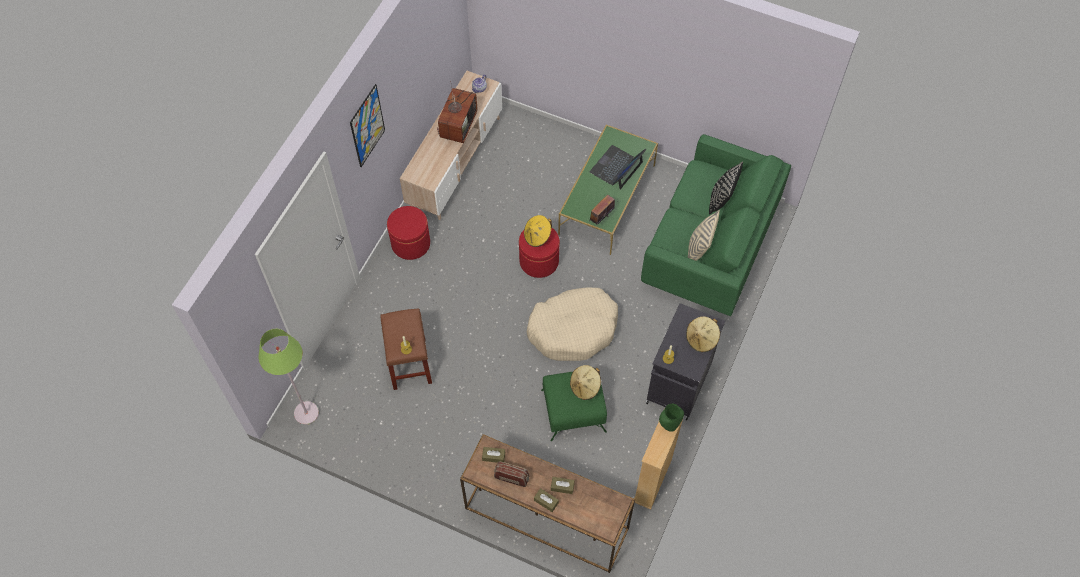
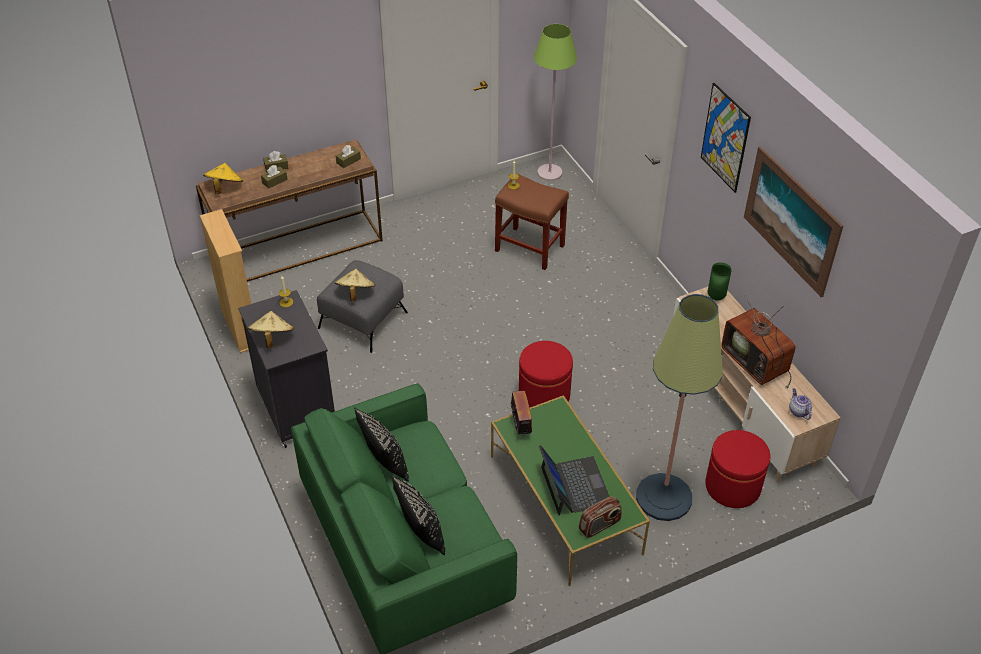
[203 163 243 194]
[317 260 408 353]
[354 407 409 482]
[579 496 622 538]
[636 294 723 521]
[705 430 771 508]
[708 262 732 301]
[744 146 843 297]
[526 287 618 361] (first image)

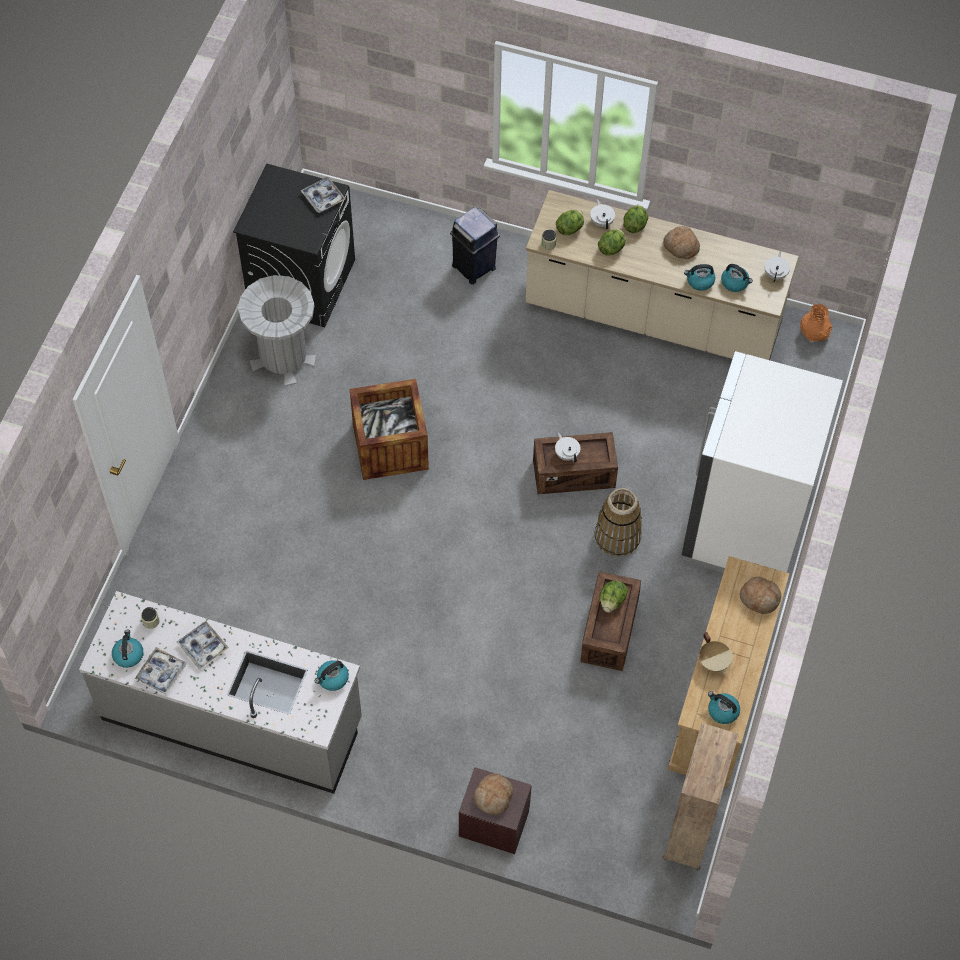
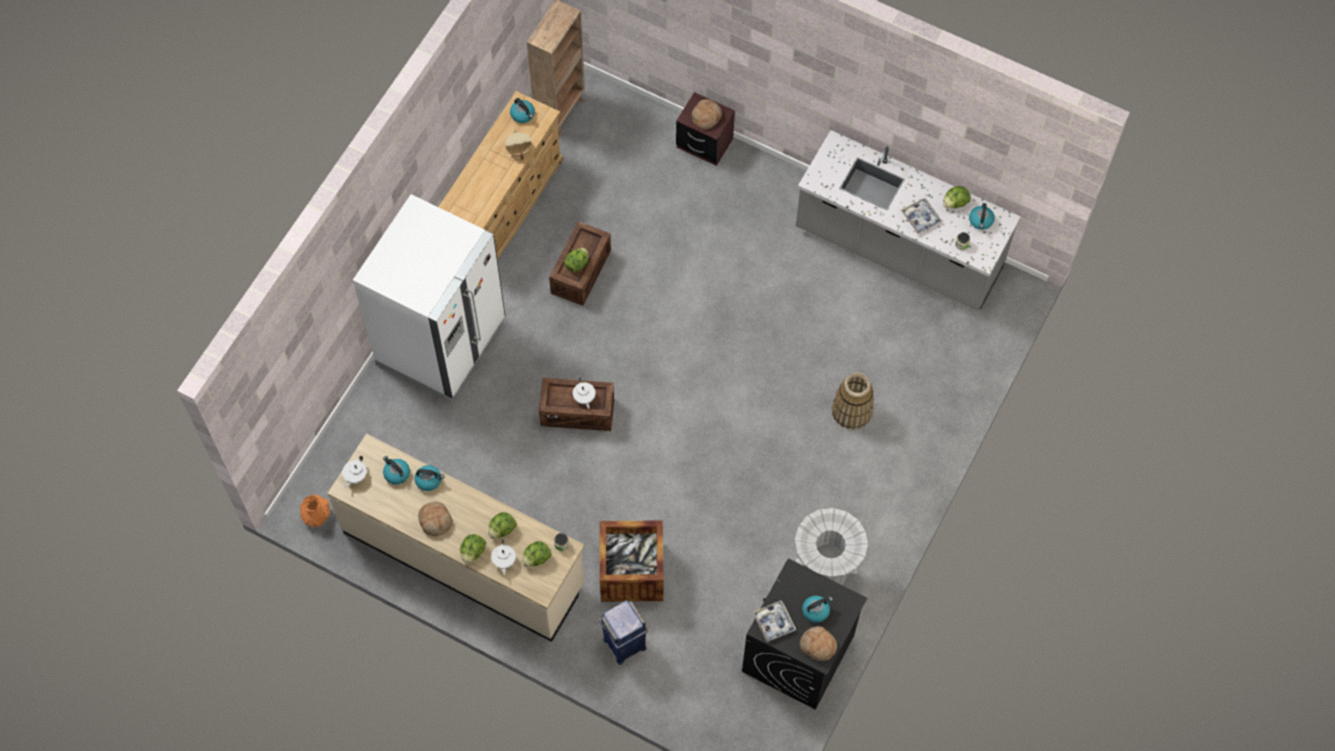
[600 520 664 602]
[800 626 837 661]
[802 595 833 623]
[832 373 874 430]
[943 186 971 208]

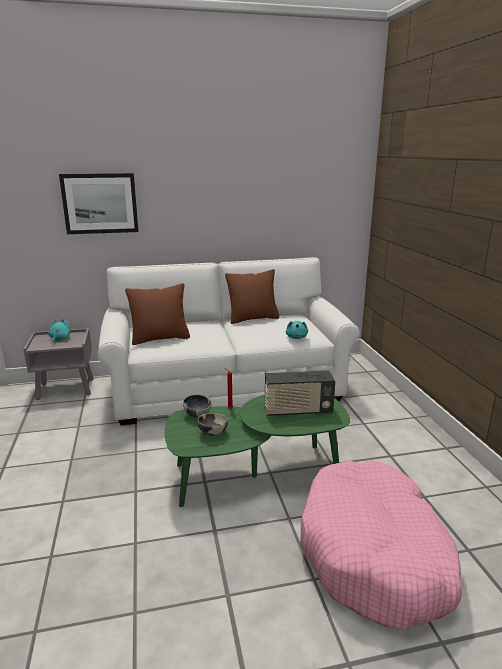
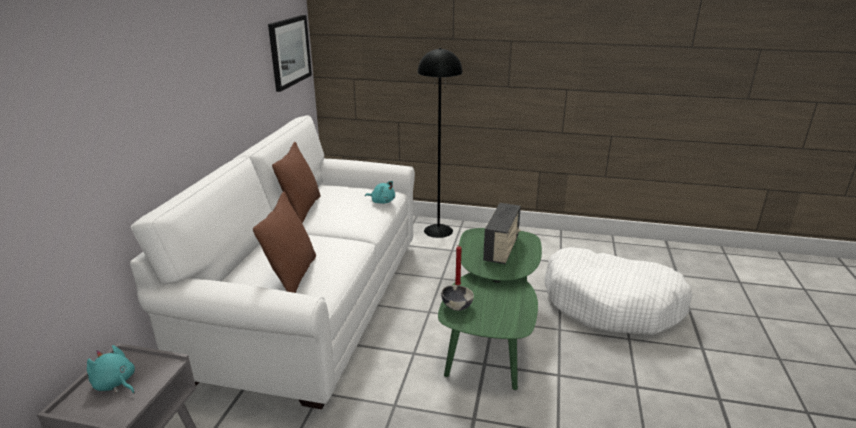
[268 15 312 92]
[418 48 463 238]
[545 247 693 335]
[197 413 228 436] (first image)

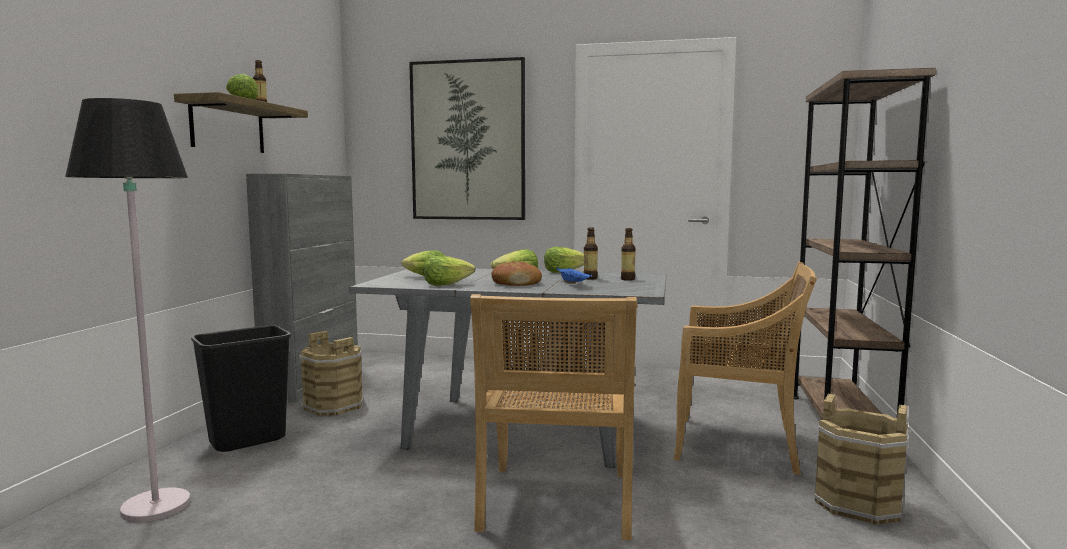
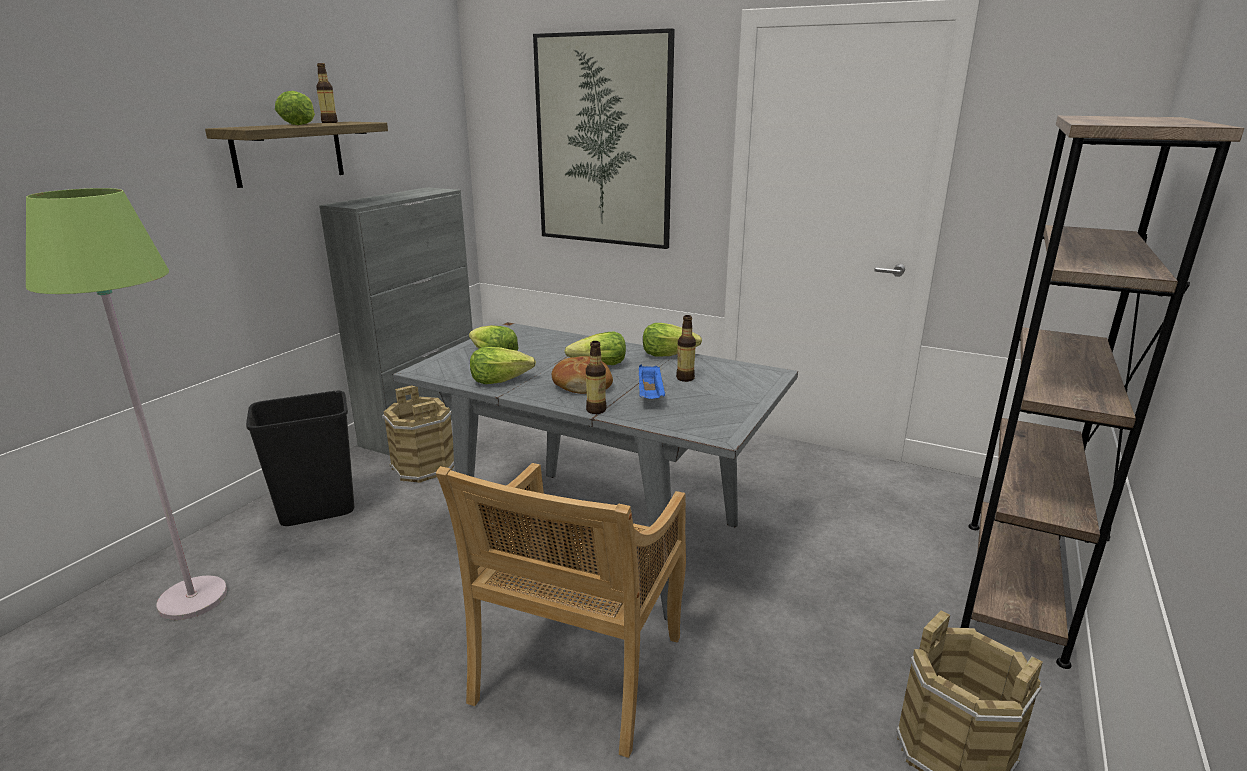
[26 188 227 620]
[586 341 607 414]
[673 261 817 475] (first image)

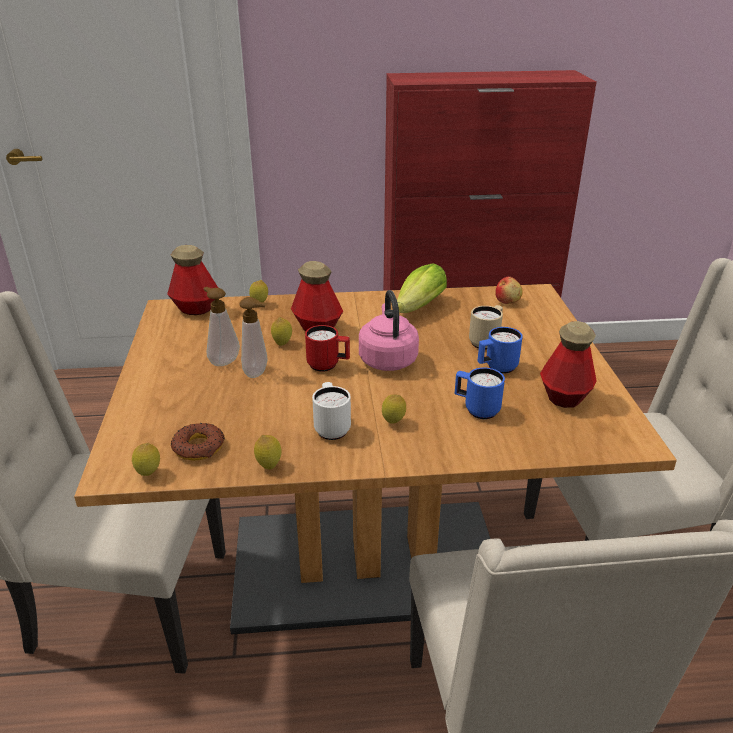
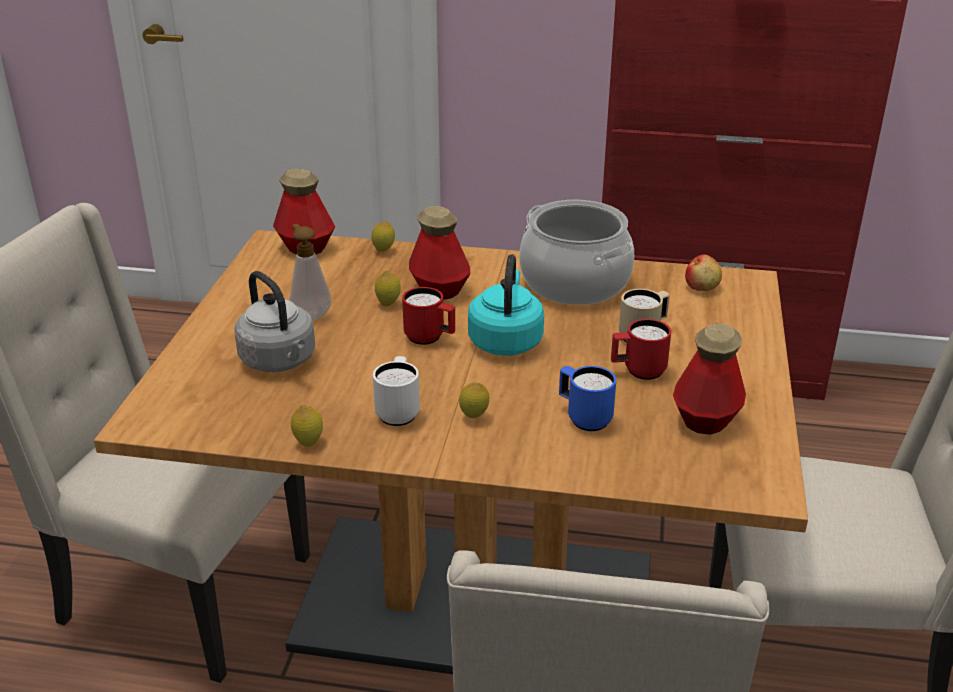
[234 271 315 372]
[468 254 544 356]
[519 200 634 305]
[611 319 671 380]
[132 443 160 476] (first image)
[171 423 225 461] (first image)
[239 297 268 378] (first image)

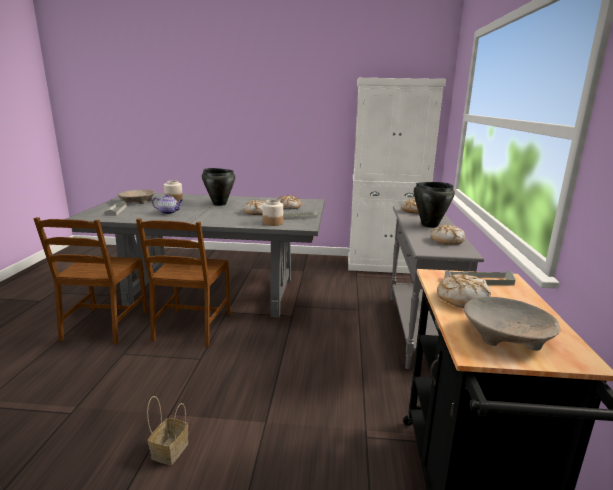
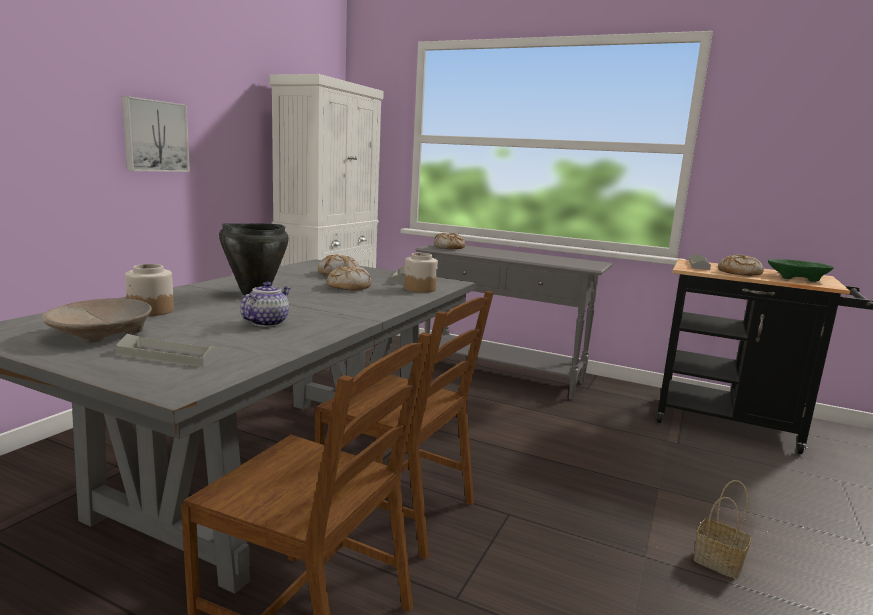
[121 96 190 172]
[768 259 834 282]
[414 182 455 228] (first image)
[430 225 465 245] (first image)

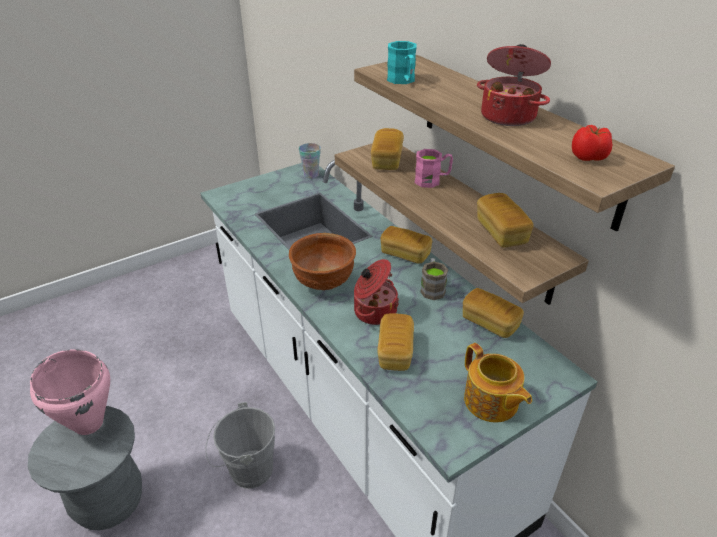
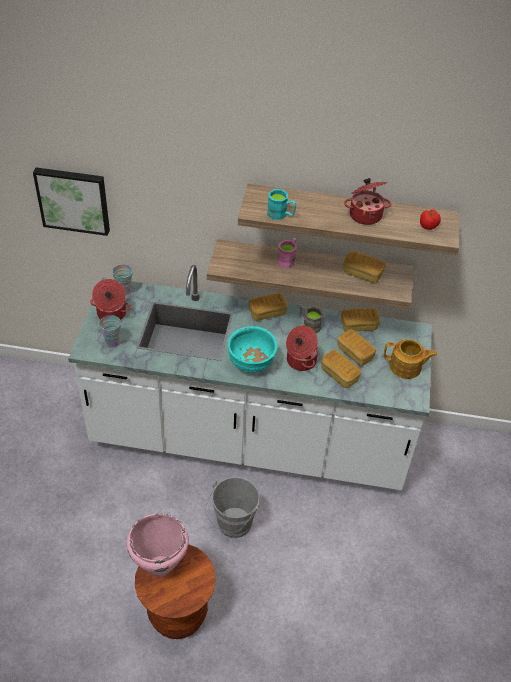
[33 168 110 236]
[90 279 131 320]
[99 315 121 348]
[135 544 216 639]
[228 326 278 373]
[338 329 376 367]

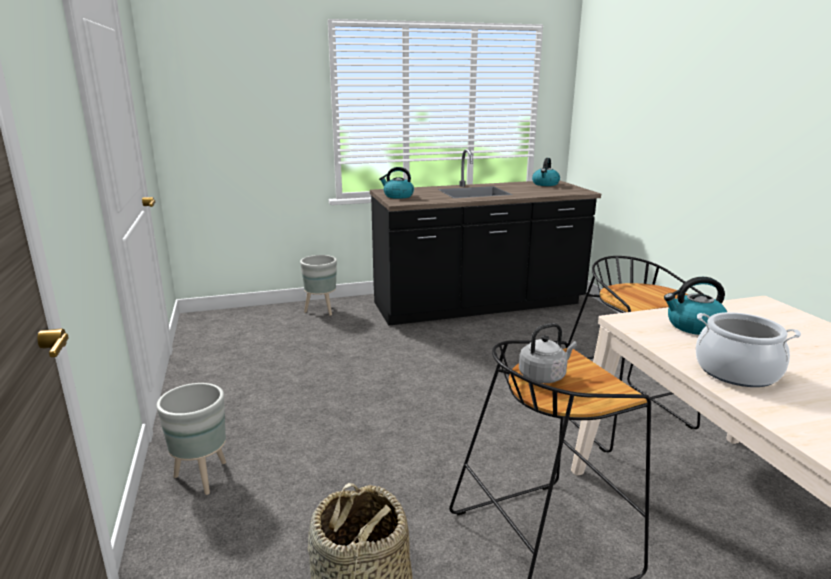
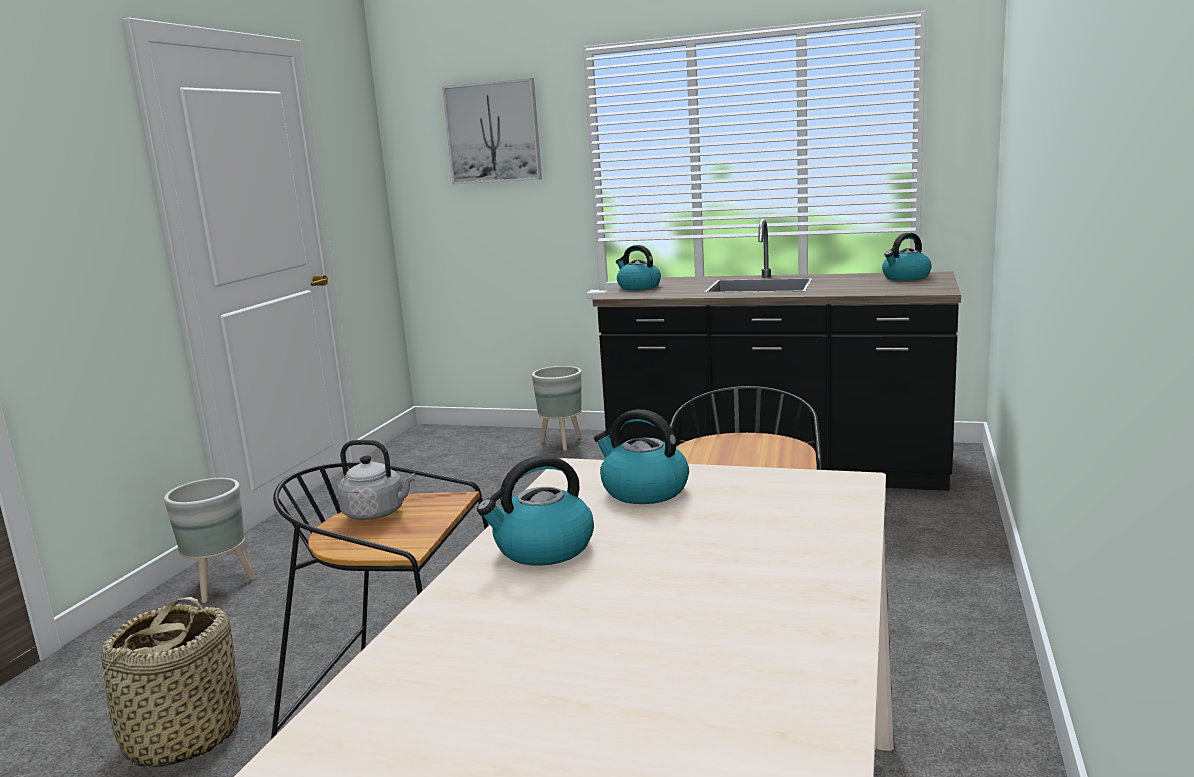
[442 78 542 184]
[477 455 594 566]

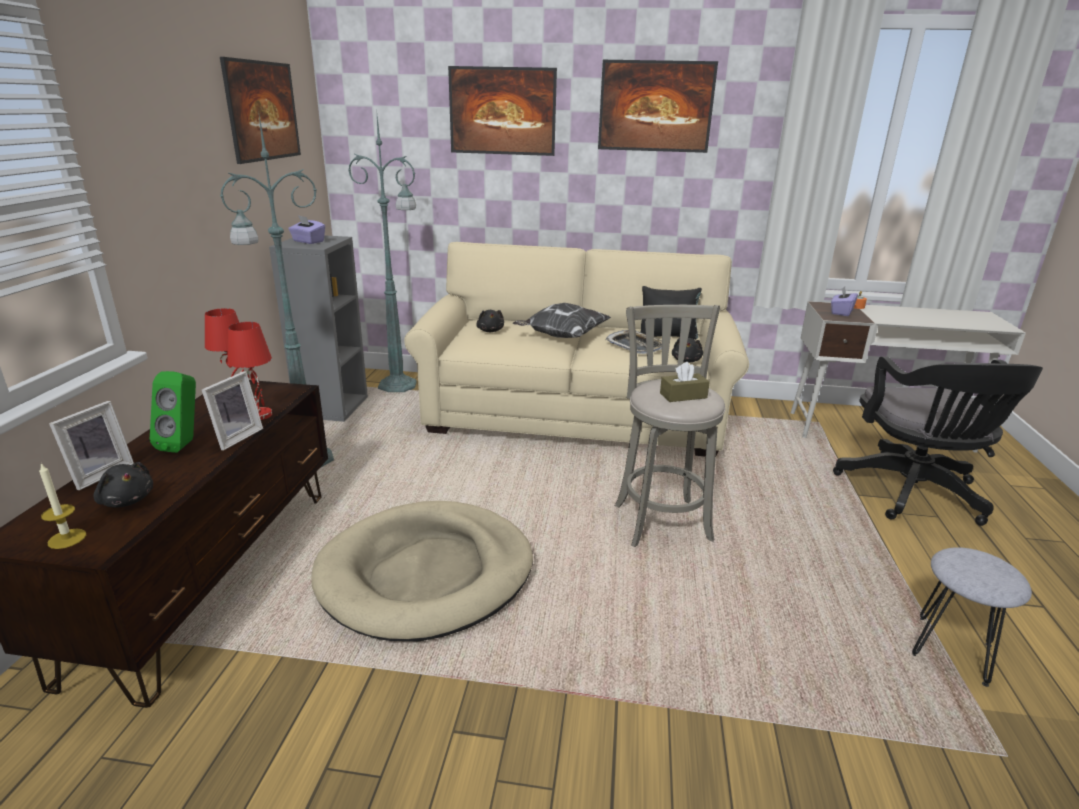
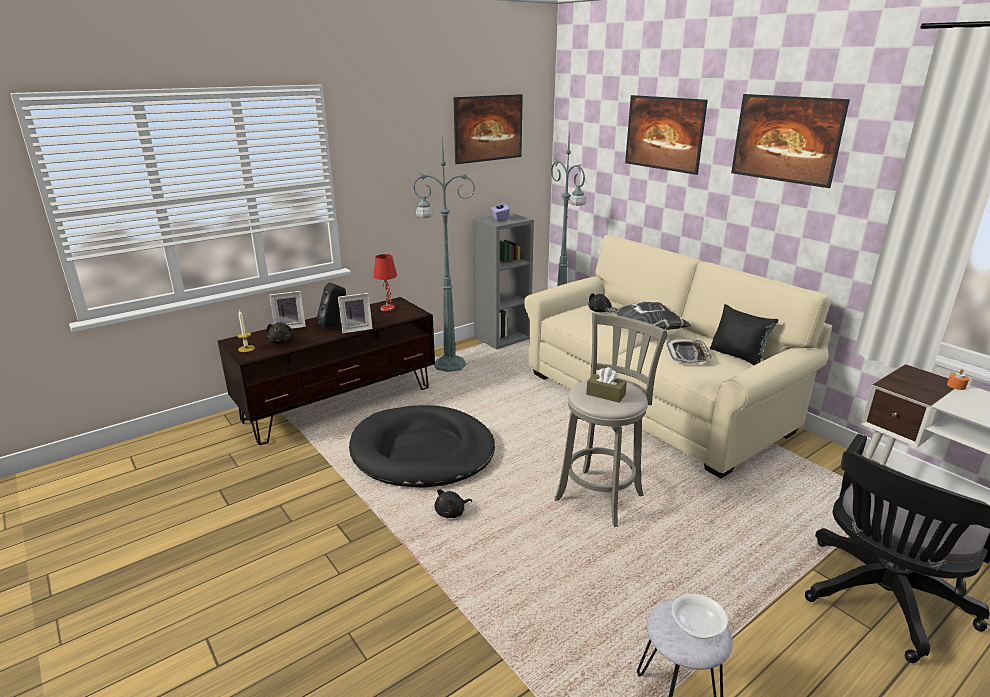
[317 282 346 327]
[349 405 495 488]
[434 489 472 518]
[672 594 728 639]
[227 322 272 420] (first image)
[831 286 858 316] (first image)

